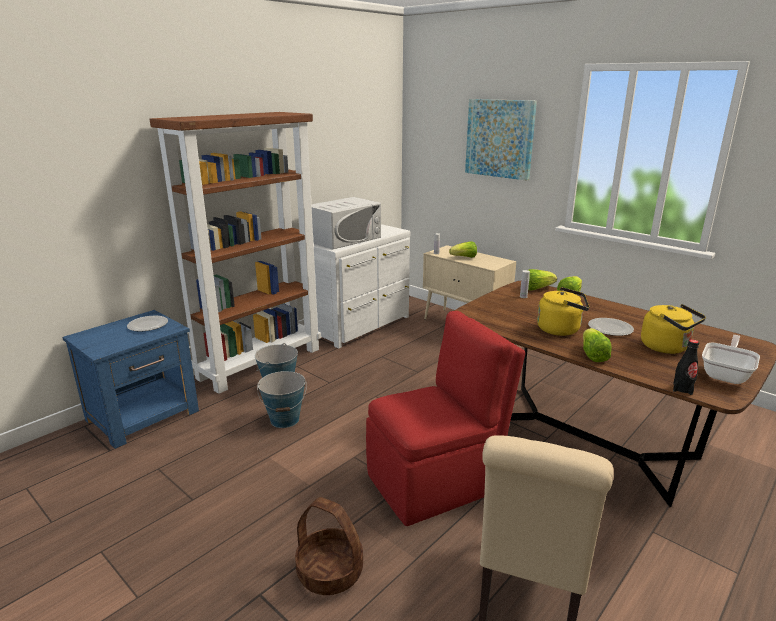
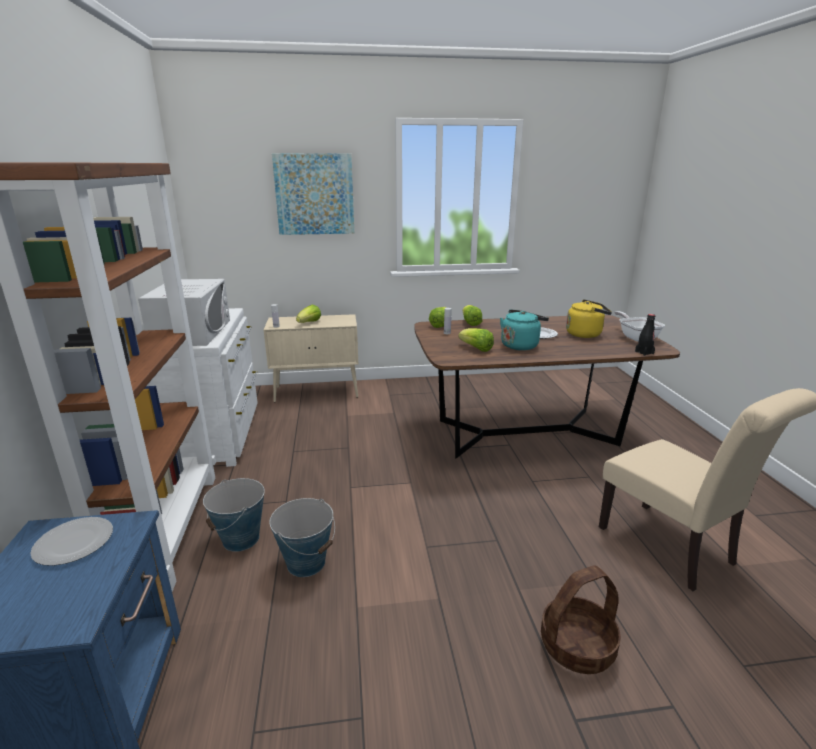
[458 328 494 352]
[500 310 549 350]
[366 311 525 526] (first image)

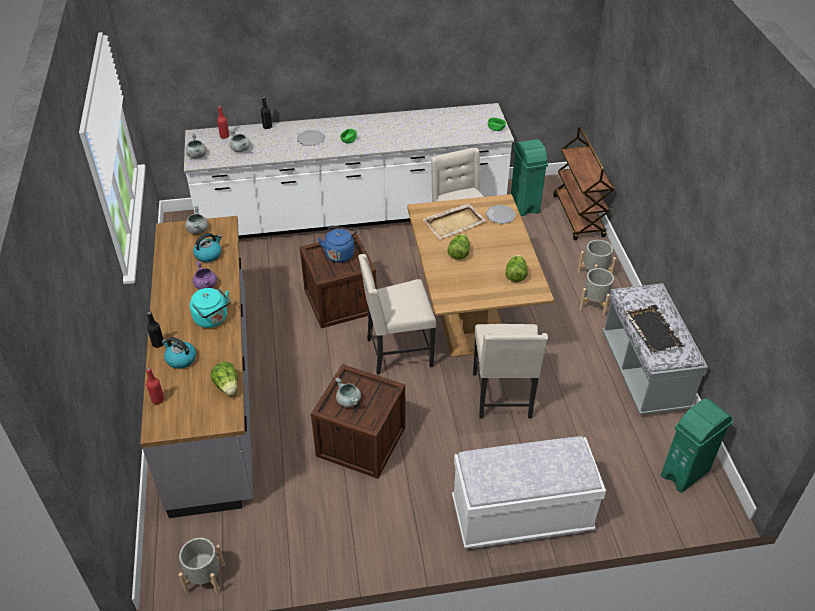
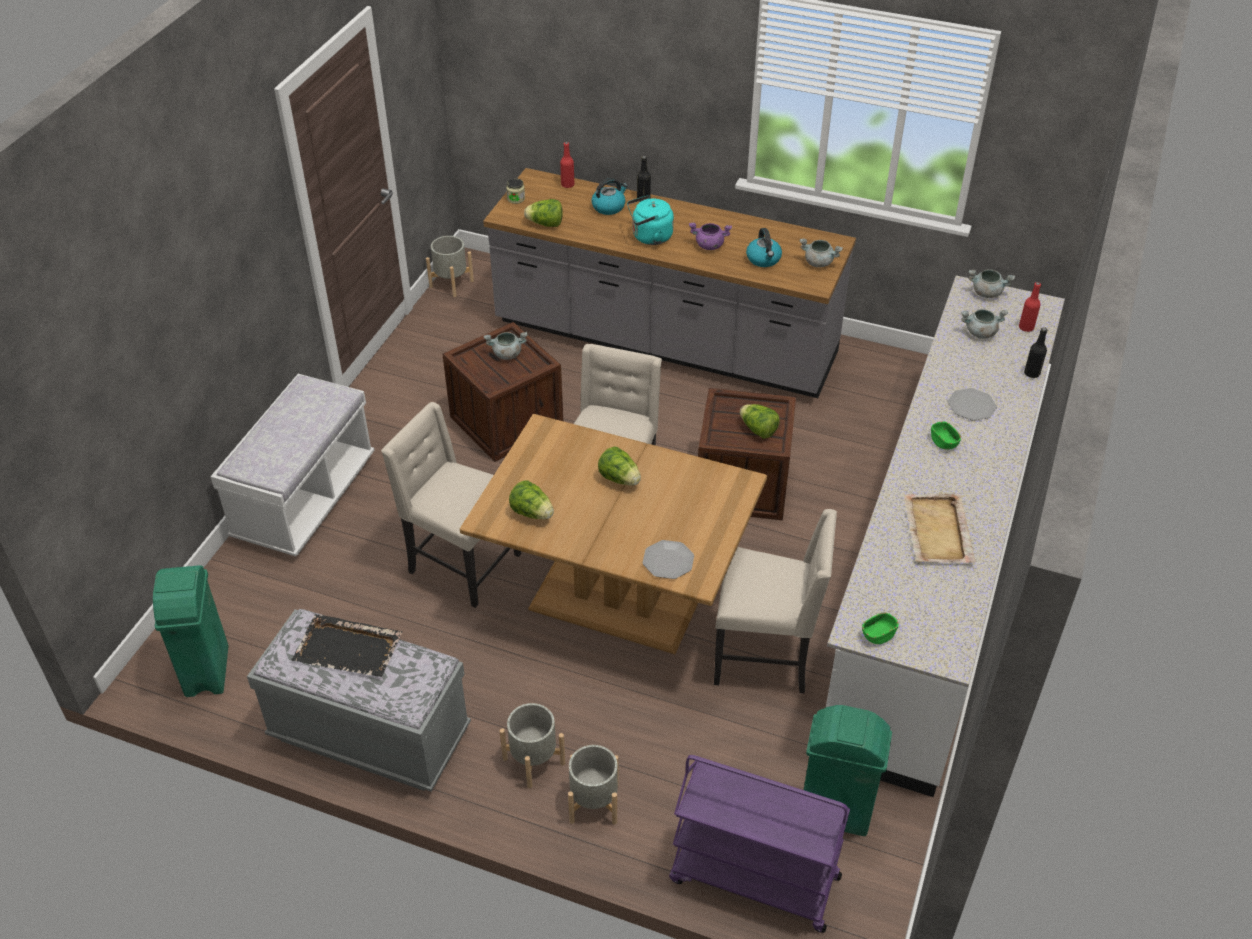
[506 179 525 204]
[669 755 850 933]
[740 404 780 439]
[903 493 976 563]

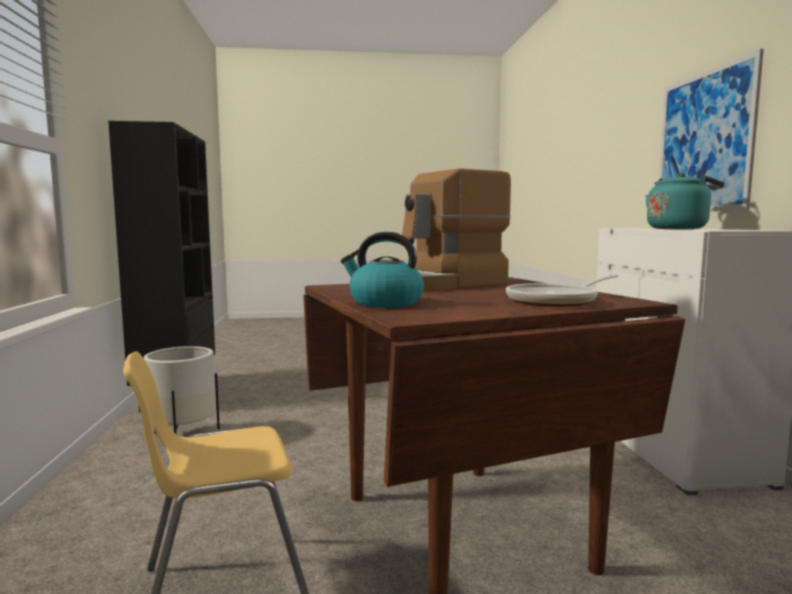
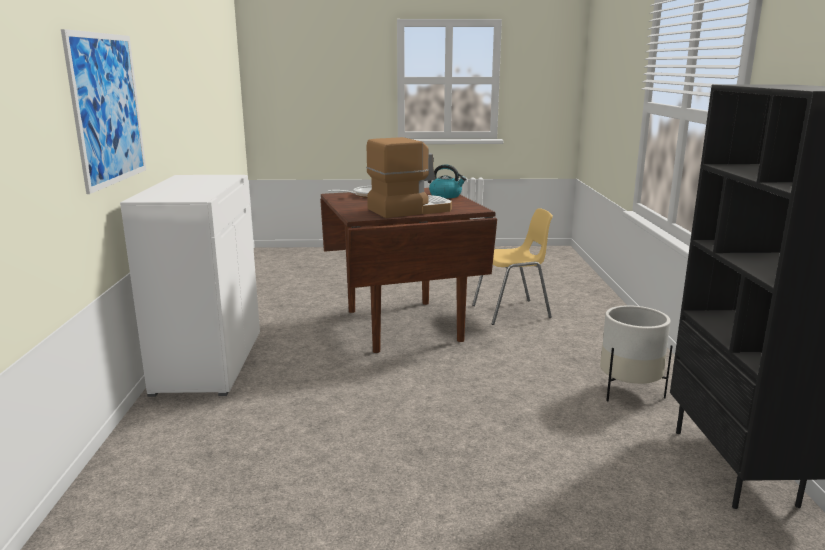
[645 173 724 229] (first image)

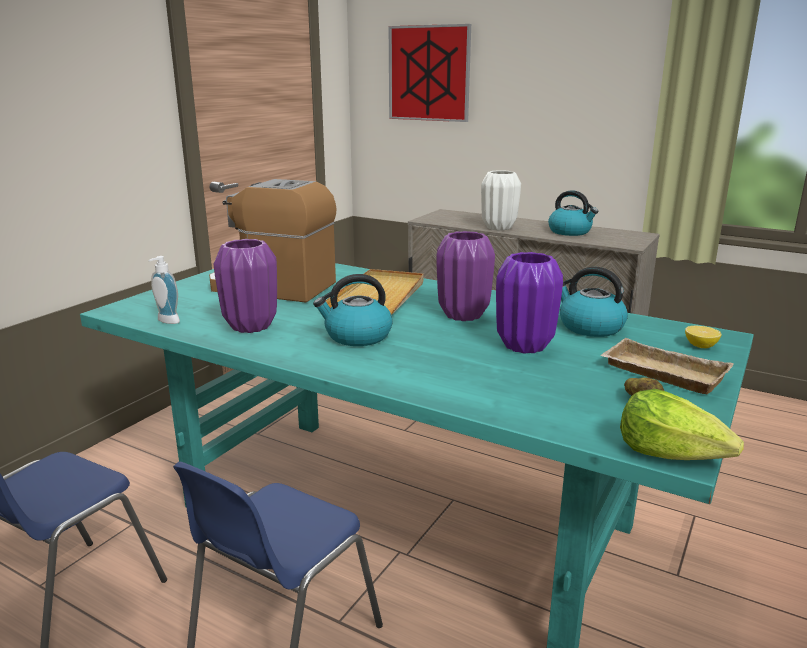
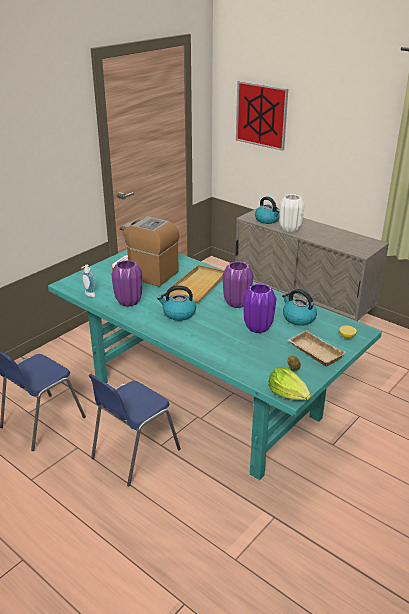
[255 196 279 224]

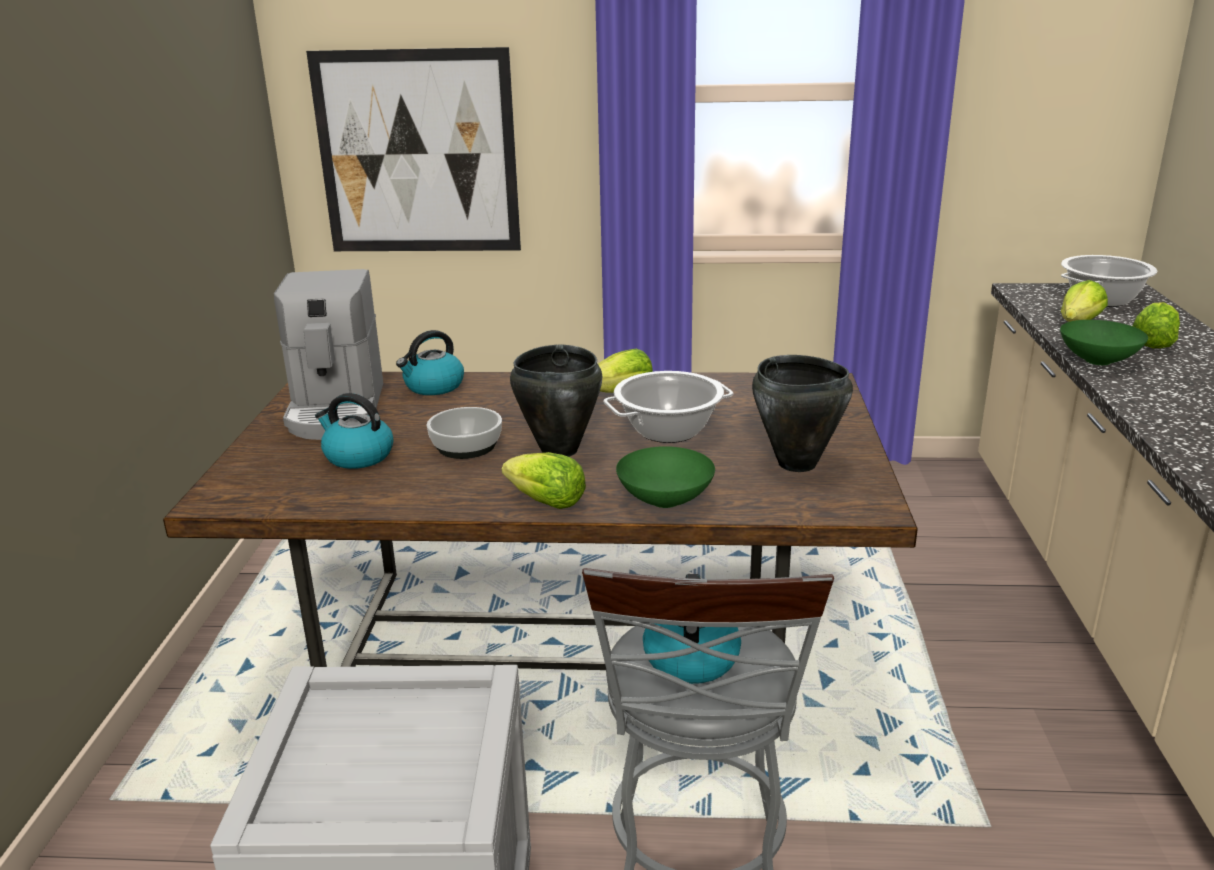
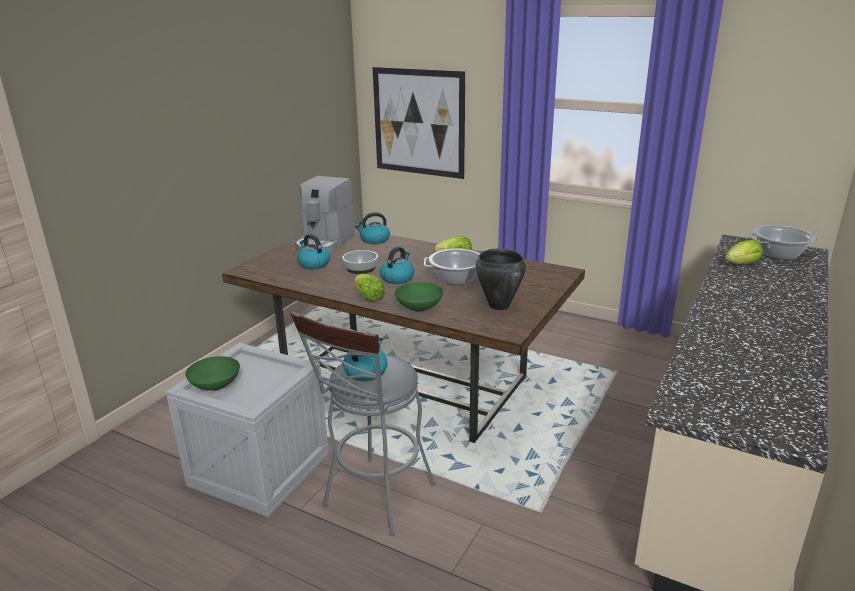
[185 356 240 391]
[380 247 415 284]
[1133 302 1180 348] (first image)

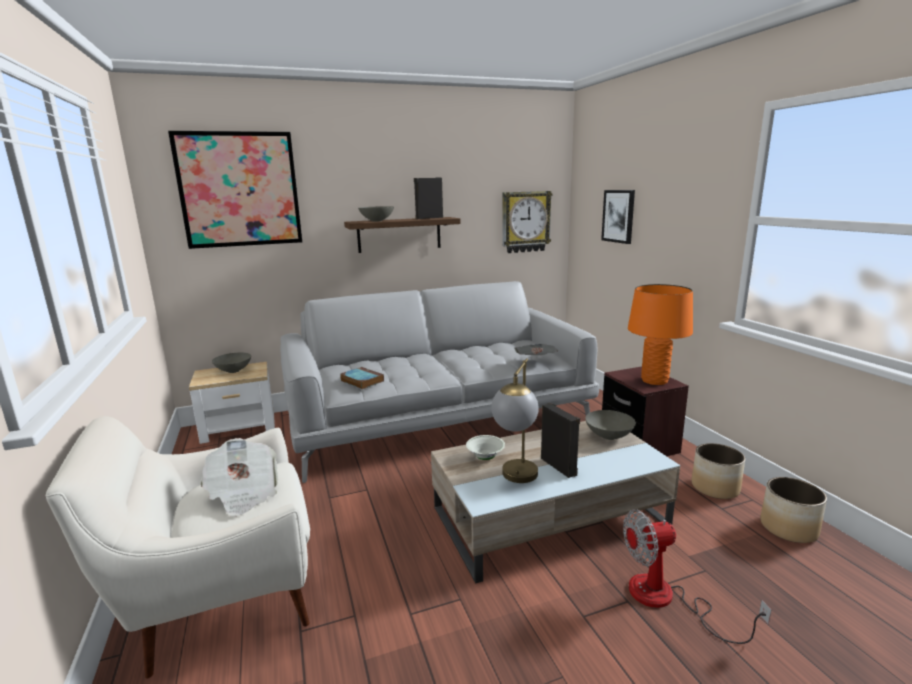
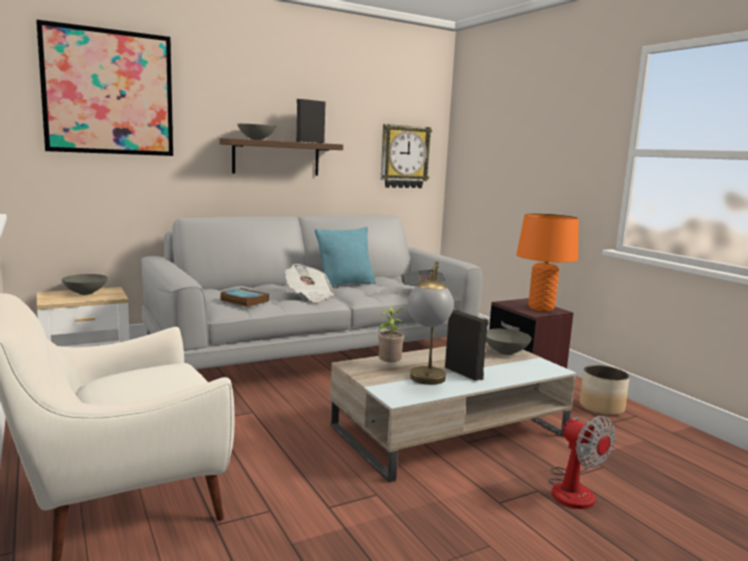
[285 264 334 302]
[315 227 376 287]
[378 307 404 362]
[548 416 616 509]
[601 190 635 244] (first image)
[760 477 827 543] (first image)

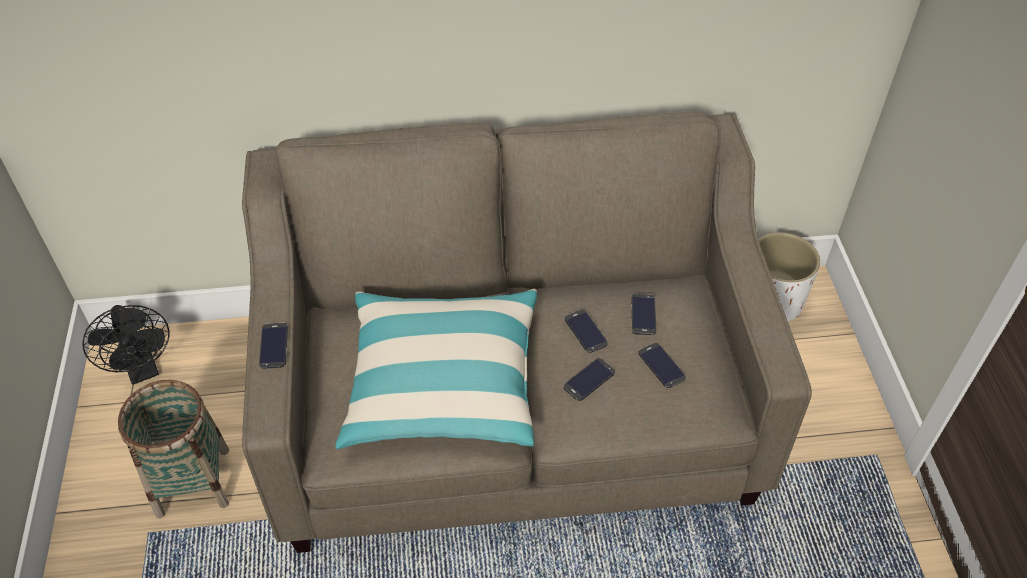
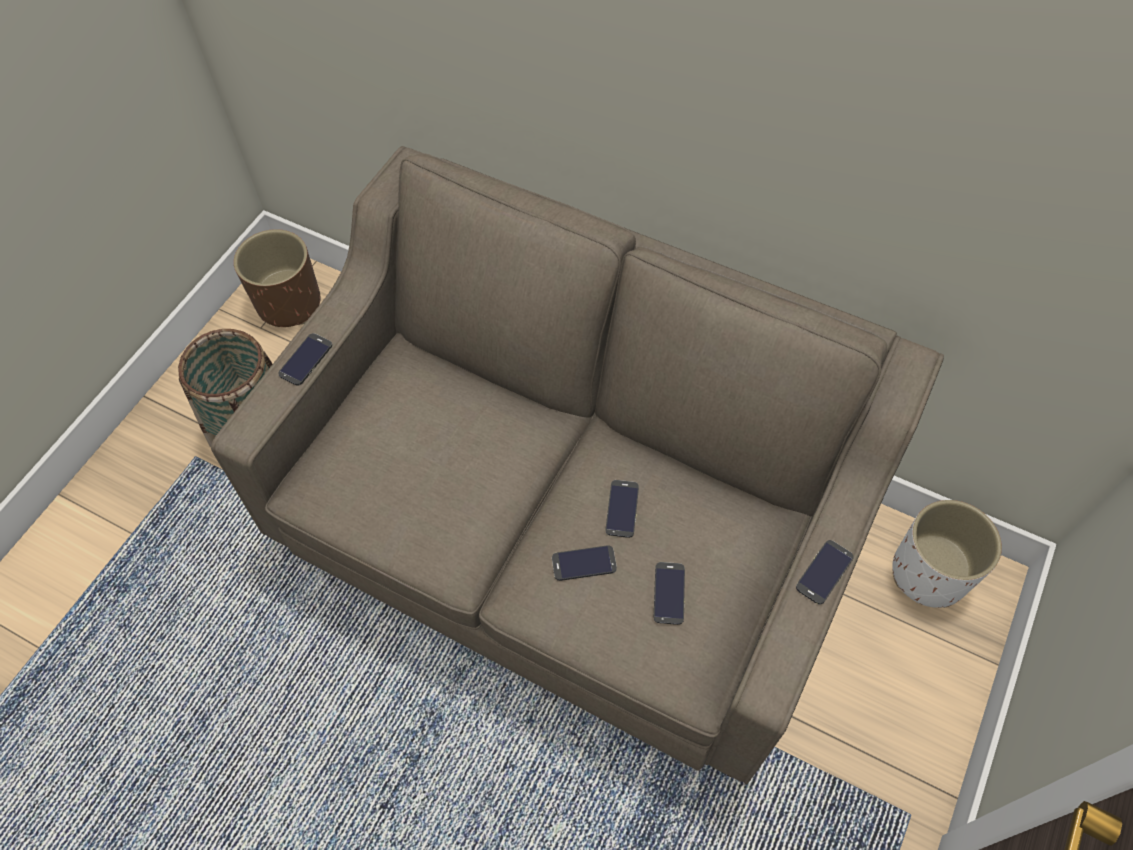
[234 229 320 327]
[796 540 854 605]
[335 289 537 449] (first image)

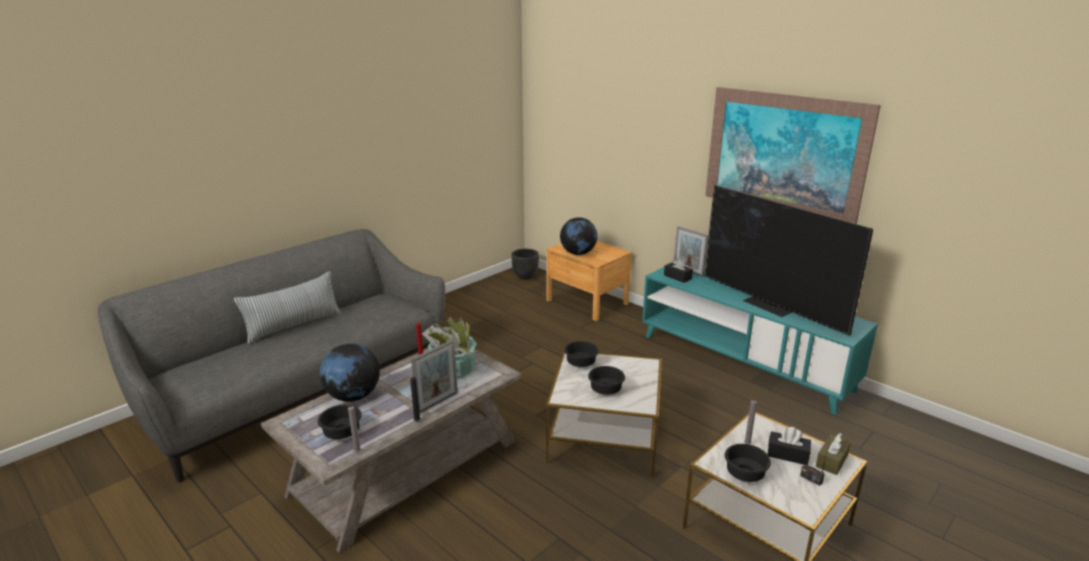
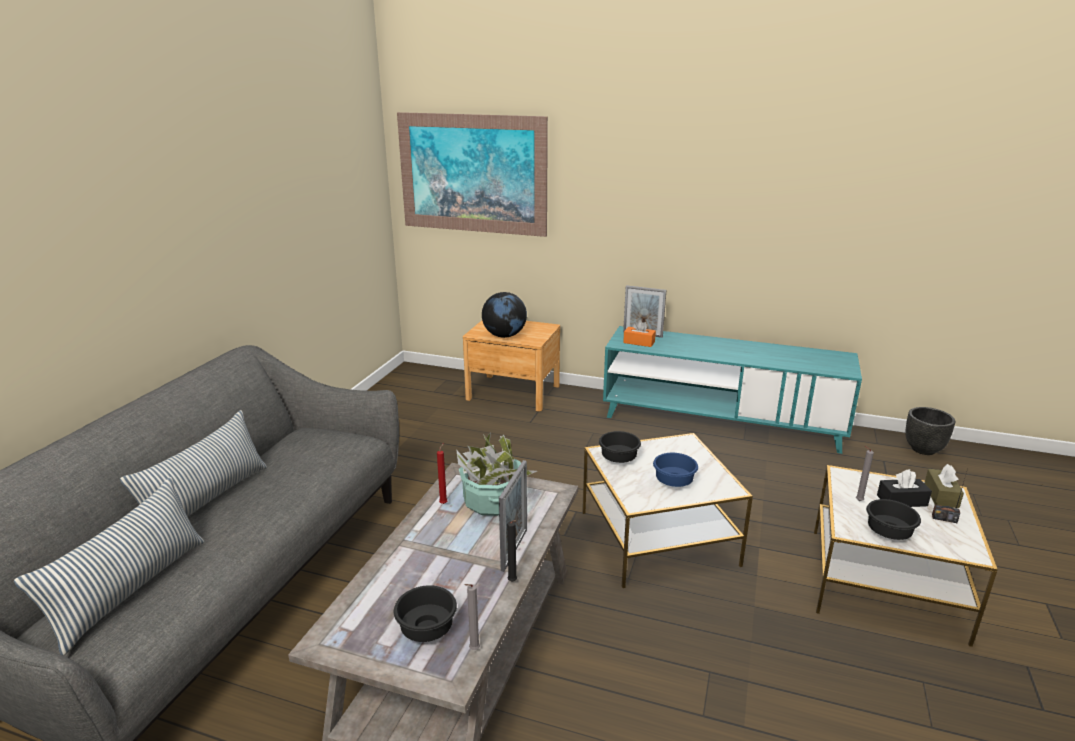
[14 477 204 655]
[397 112 548 237]
[623 320 656 347]
[653 453 698 487]
[906 407 955 455]
[320 343 380 402] (first image)
[704 185 873 335] (first image)

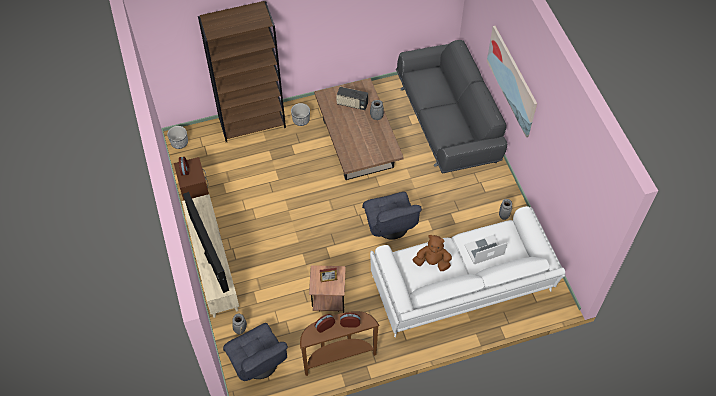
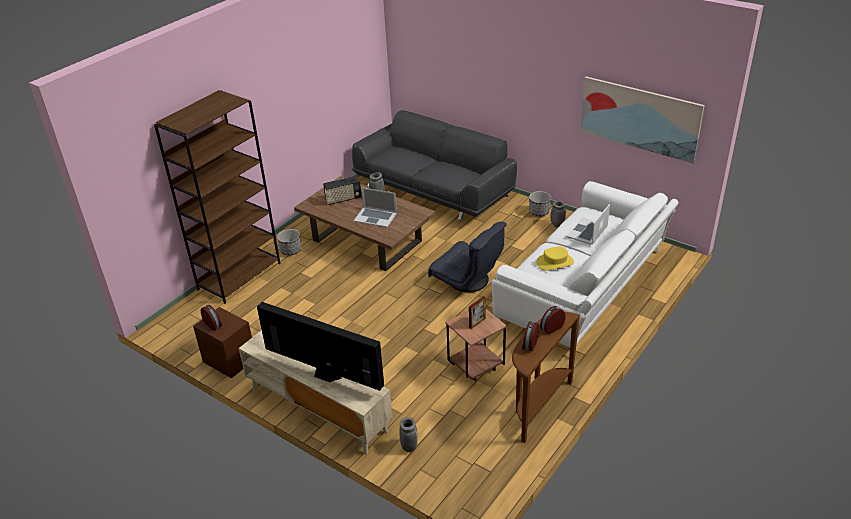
[354 187 397 228]
[529 191 551 216]
[536 247 574 271]
[580 76 705 163]
[223 323 288 381] (first image)

